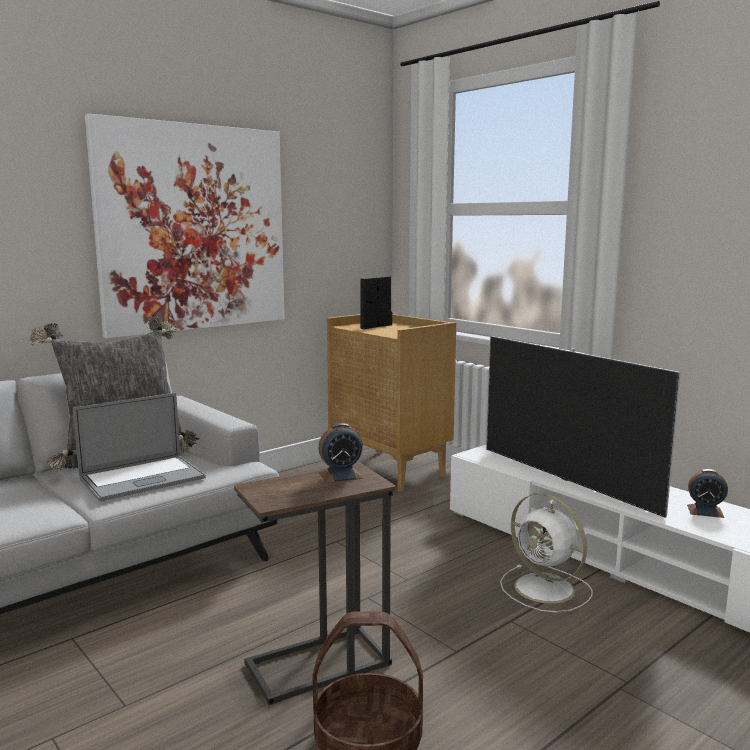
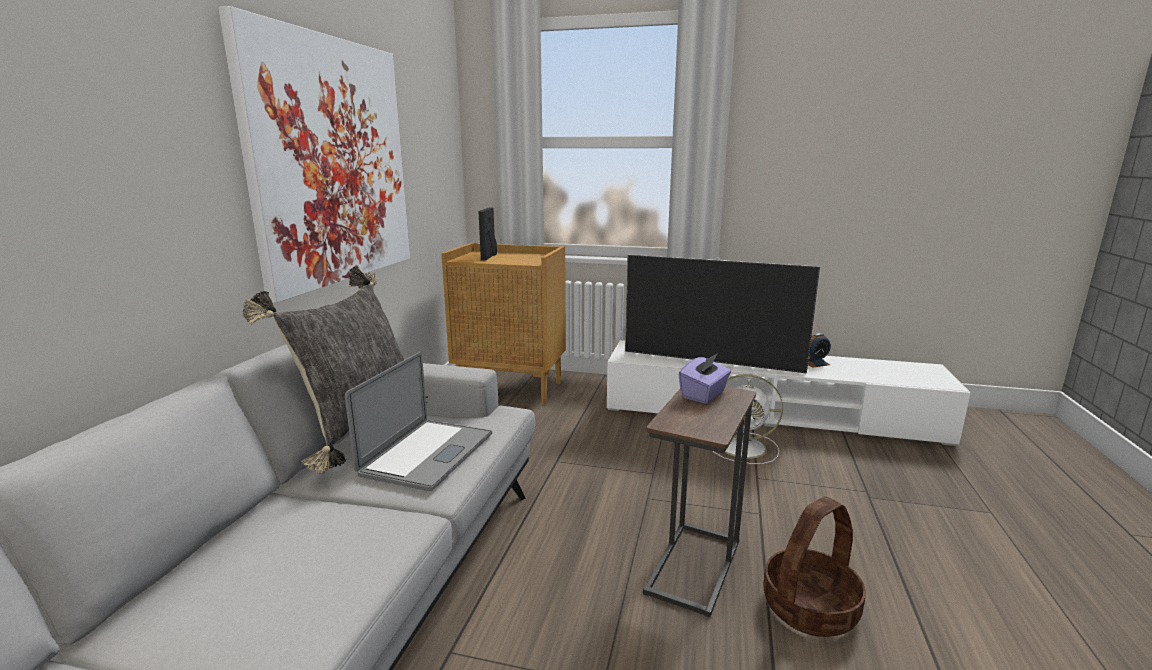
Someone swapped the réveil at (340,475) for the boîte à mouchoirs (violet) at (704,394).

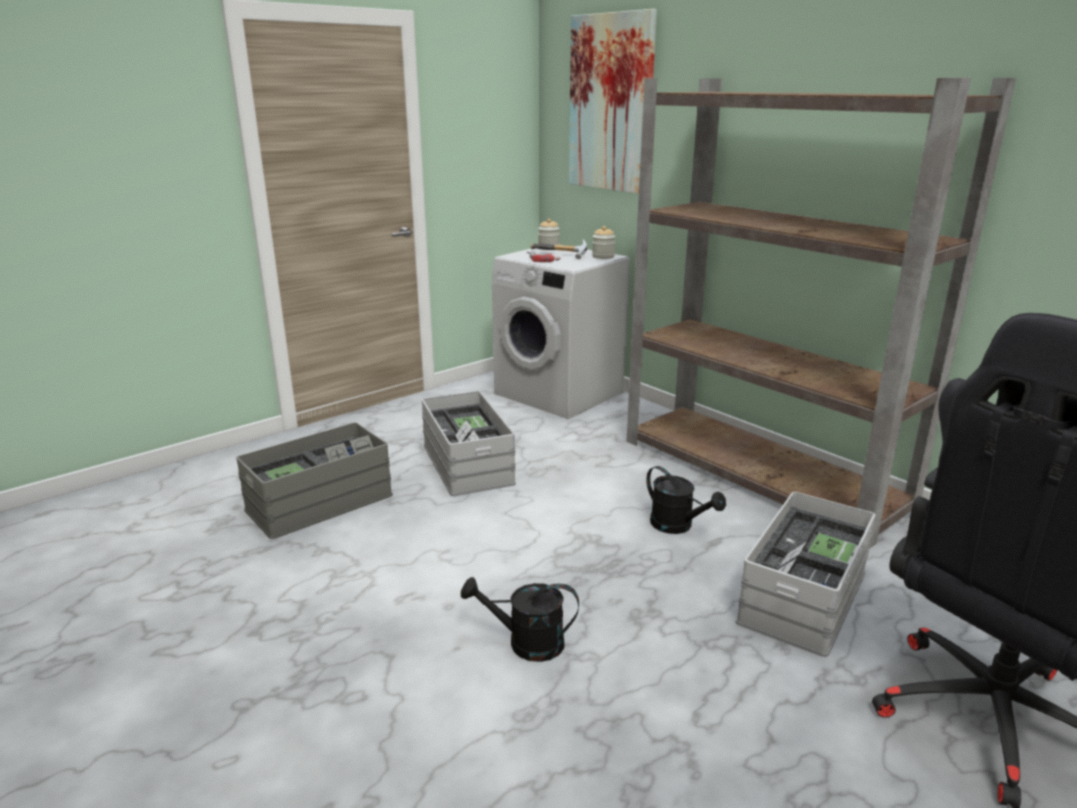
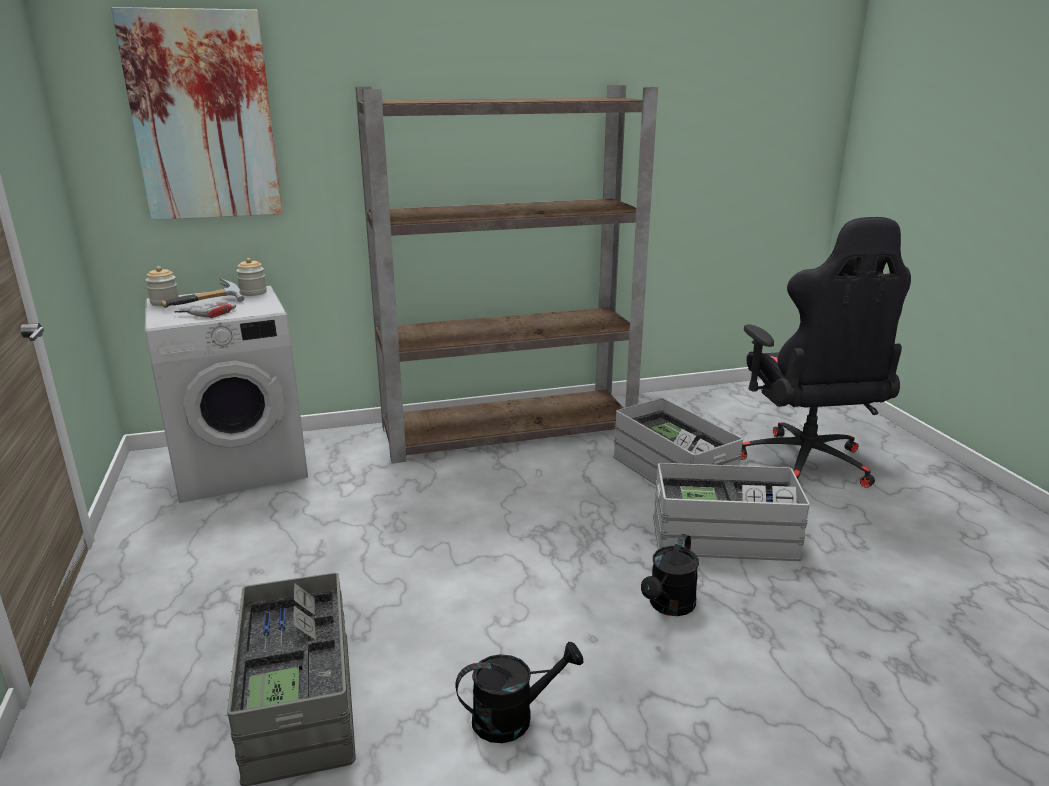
Someone carried the boîte de rangement (gris) from (469,463) to (724,535). Someone carried the arrosoir (noir) from (678,526) to (513,717).

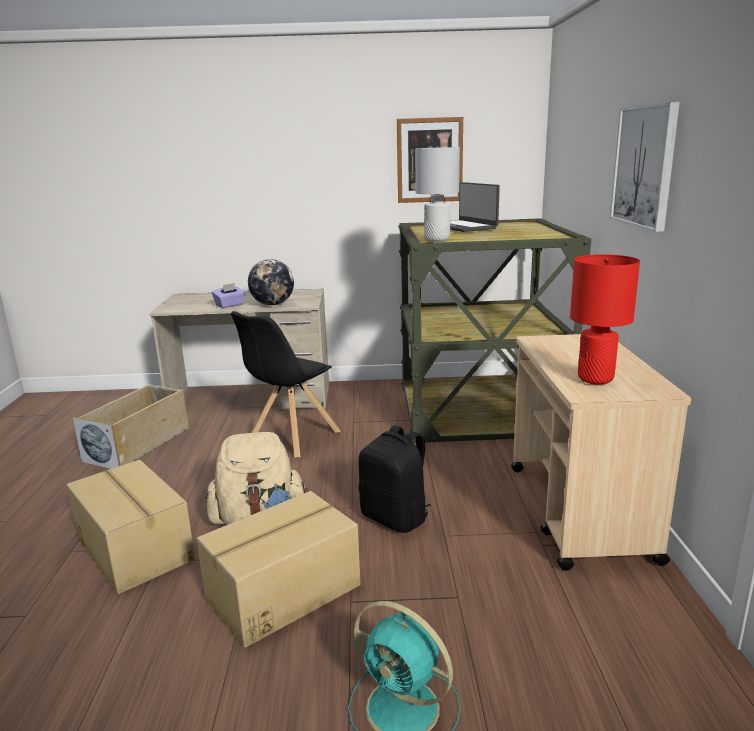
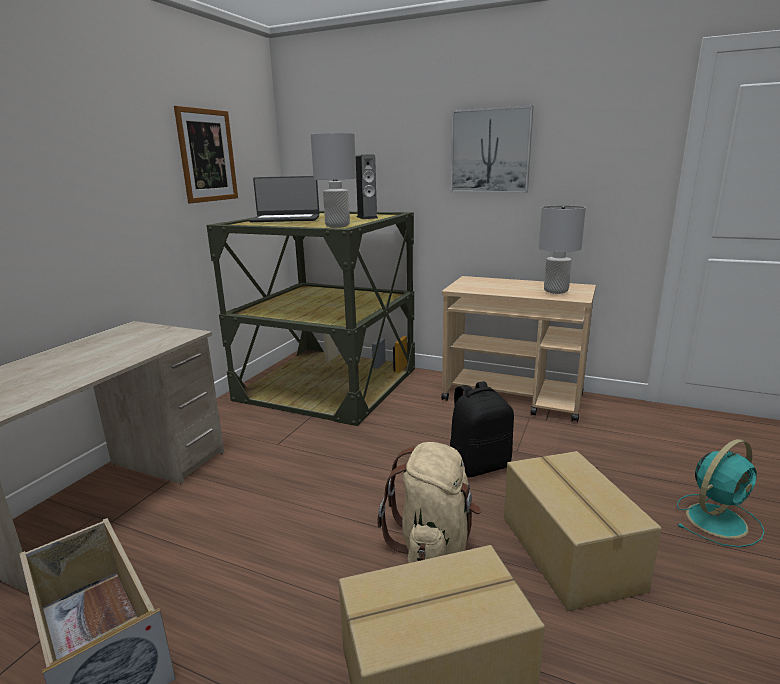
Someone took away the boîte à mouchoirs (violet) at (230,305). Someone took away the chaise (noir) at (291,438). Someone took away the globe at (272,304). Someone put down the enceinte at (367,217). Someone repainted the lampe de table (rouge) at (596,381), which became the lampe de table (gris) at (555,292).

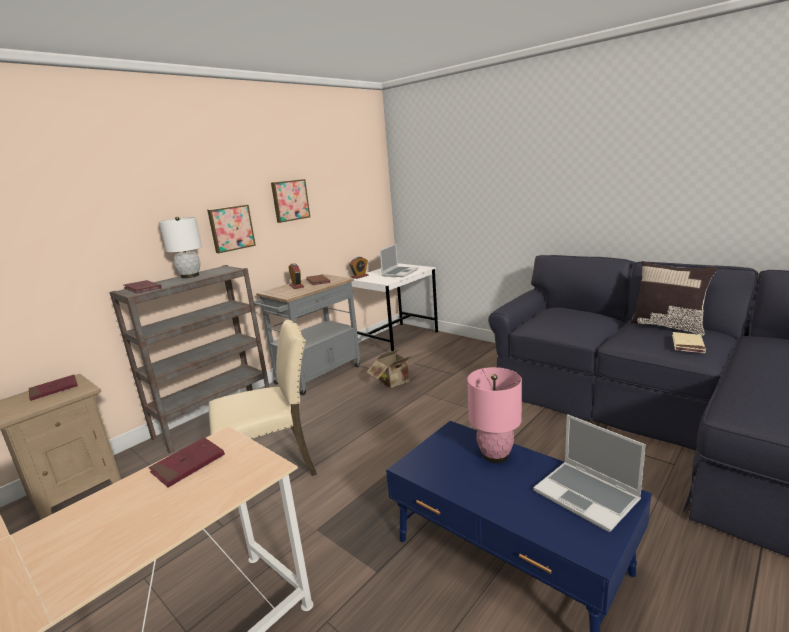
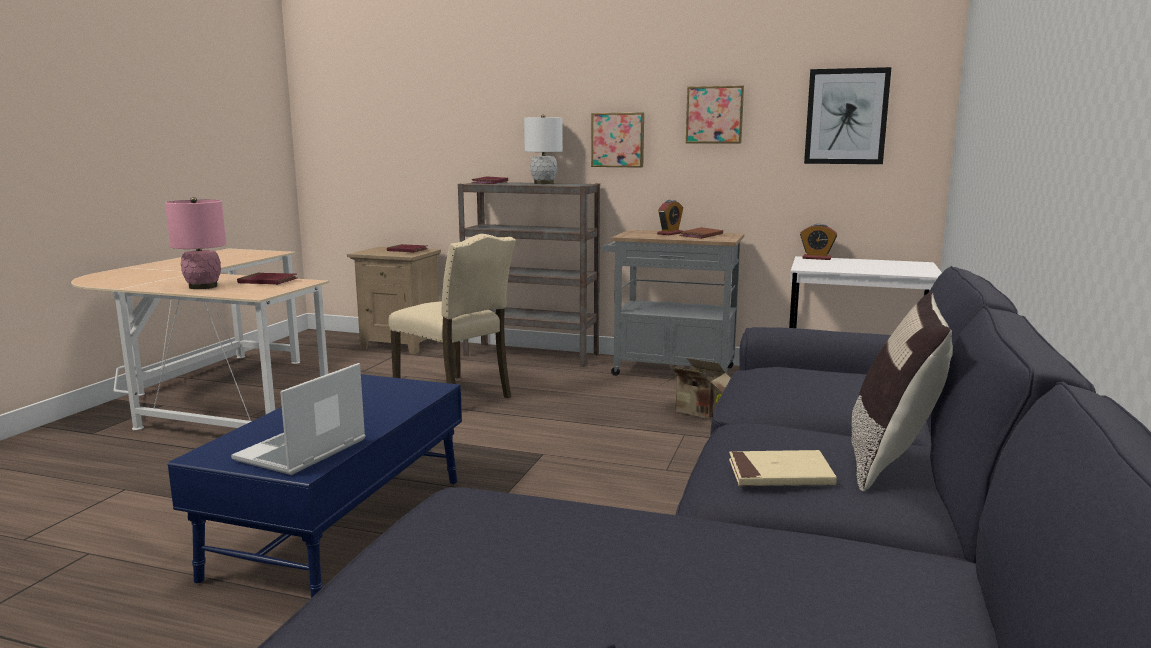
Someone took away the ordinateur portable at (399,272). Someone put up the tableau at (846,116). Someone carried the lampe de table (rose) from (495,455) to (203,287).

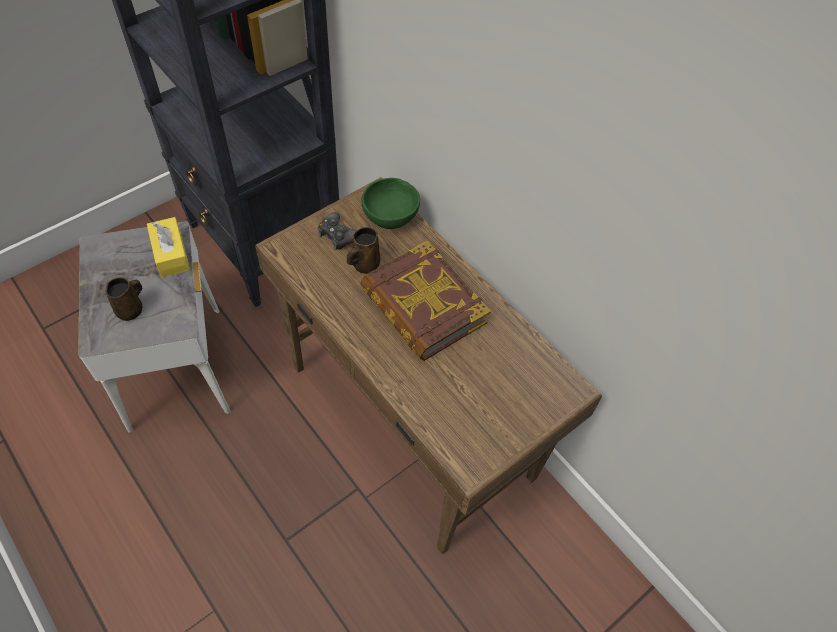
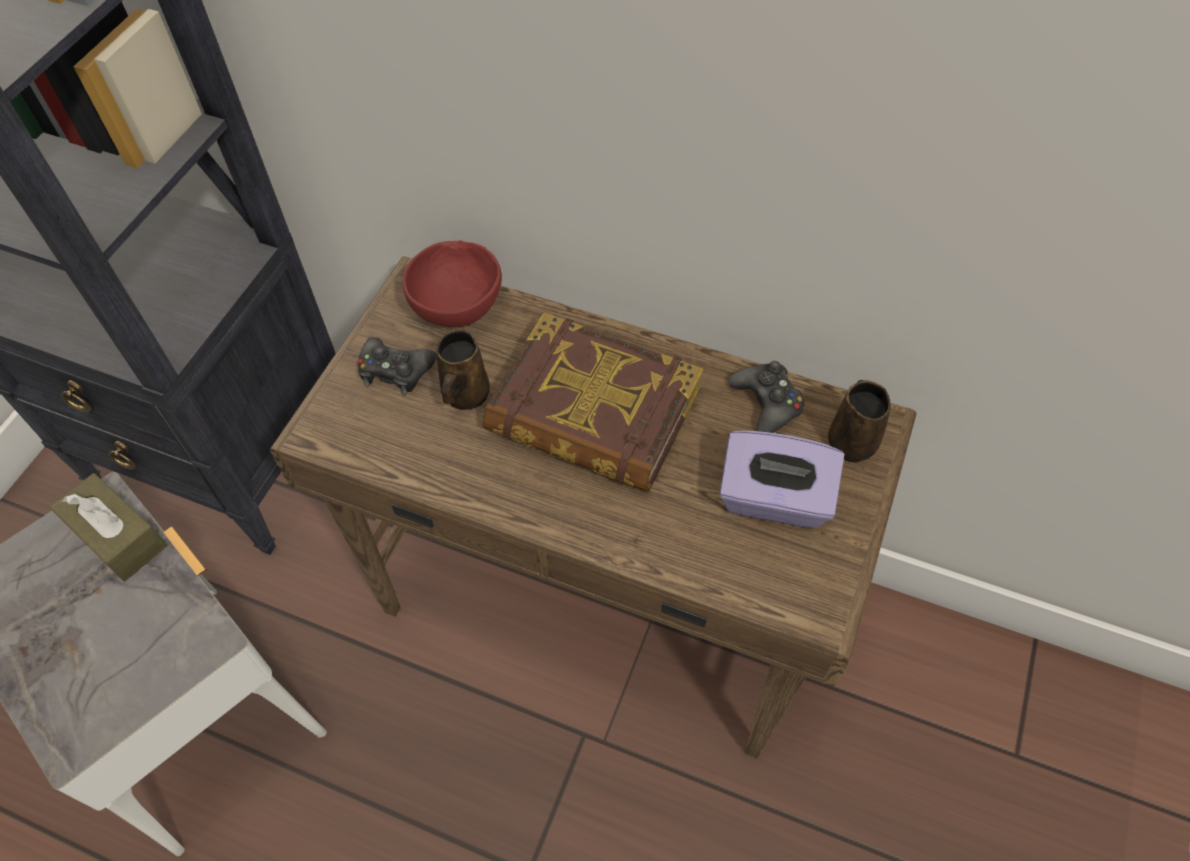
Someone put down the boîte à mouchoirs (violet) at (774,500). Someone put down the manette (noir) at (767,403). Someone carried the mug (marron) from (131,310) to (851,441). Someone repainted the boîte à mouchoirs (jaune) at (171,254), which became the boîte à mouchoirs (marron) at (118,536). Someone repainted the bol (vert) at (391,218), which became the bol (rouge) at (459,308).

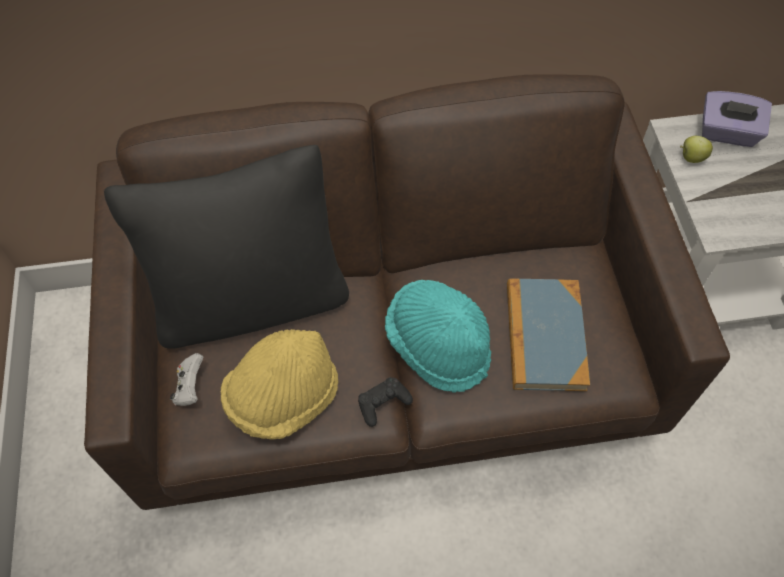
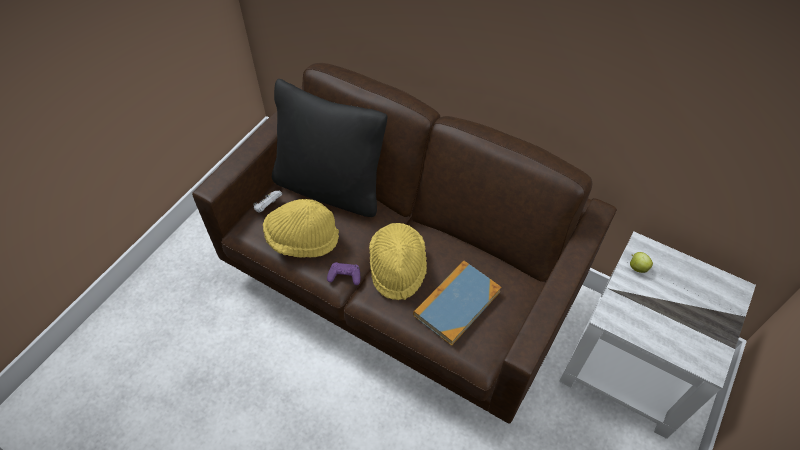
Someone took away the boîte à mouchoirs (violet) at (727,133). Someone repainted the manette (noir) at (383,403), which became the manette (violet) at (345,276). Someone repainted the chapeau (turquoise) at (438,345), which became the chapeau (jaune) at (397,268).

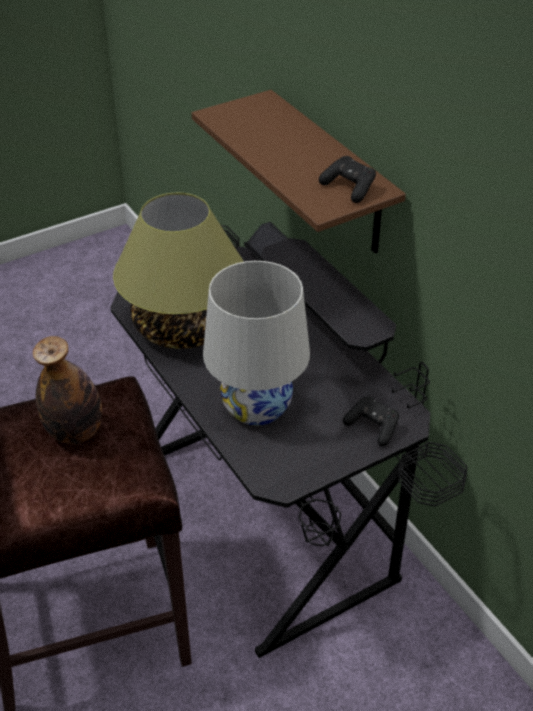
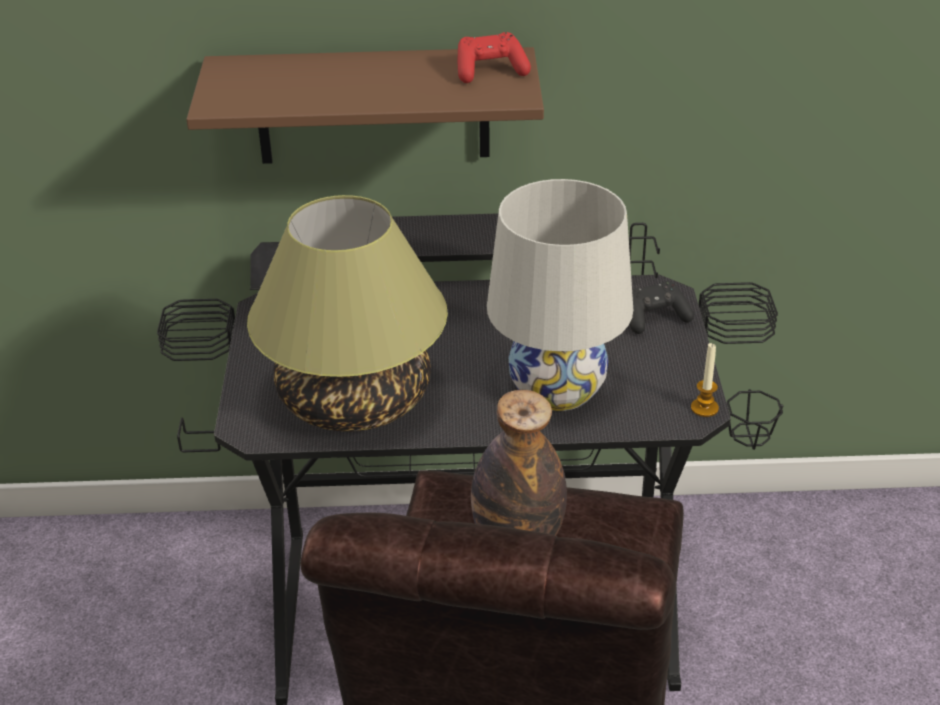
Someone put down the bougie at (704,408). Someone repainted the manette (noir) at (349,188), which became the manette (rouge) at (490,71).

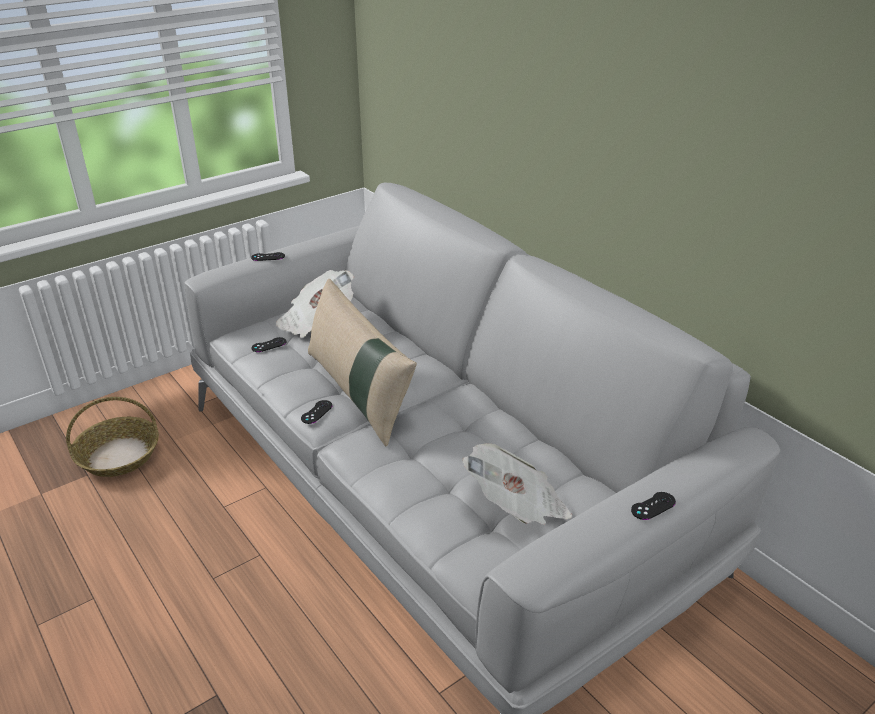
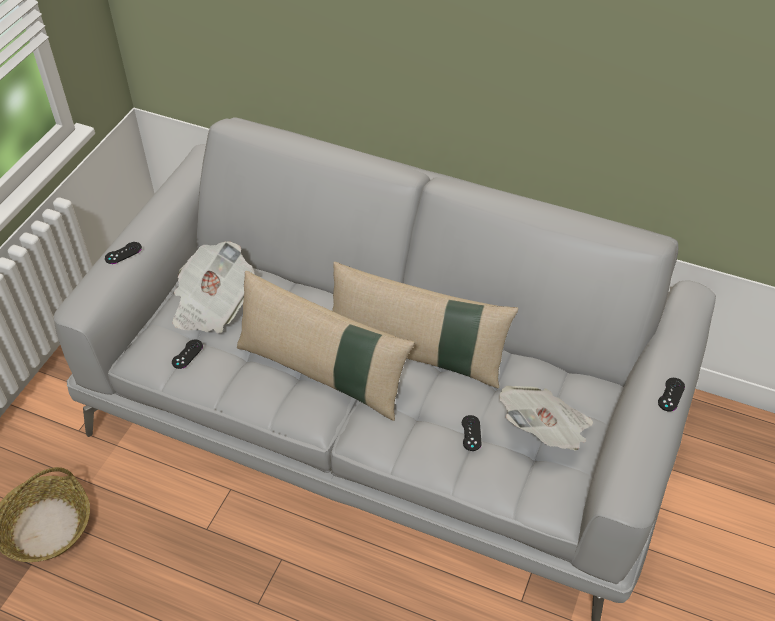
Someone put down the coussin (beige) at (417,353). Someone carried the manette (noir) from (316,412) to (471,433).

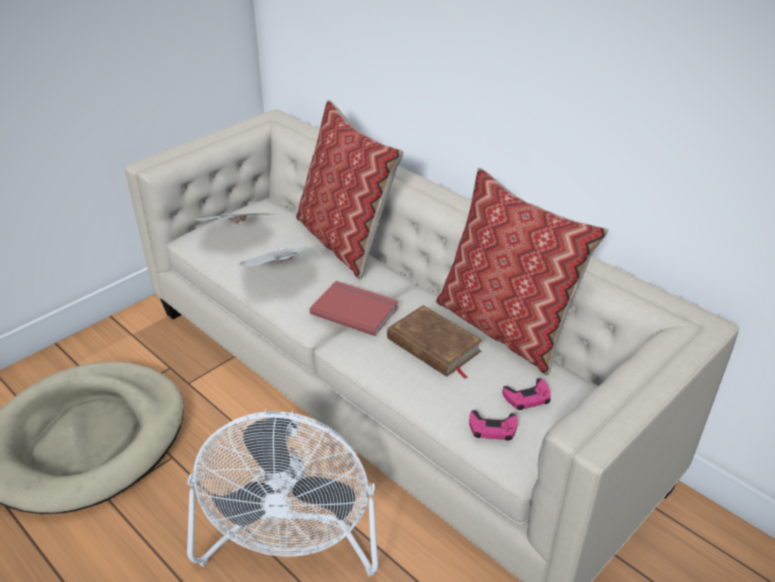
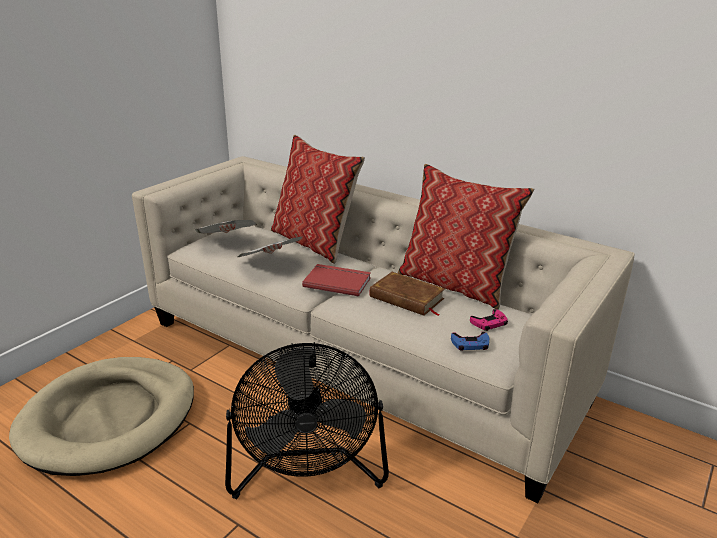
Someone repainted the ventilateur (blanc) at (285,538), which became the ventilateur (noir) at (302,469). Someone repainted the manette (rose) at (492,429), which became the manette (bleu) at (470,344).

